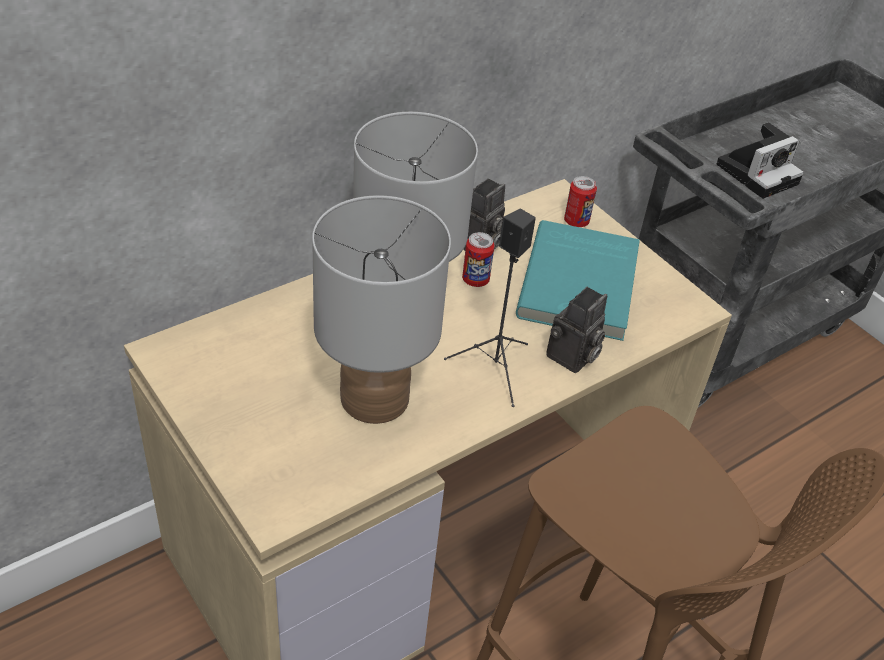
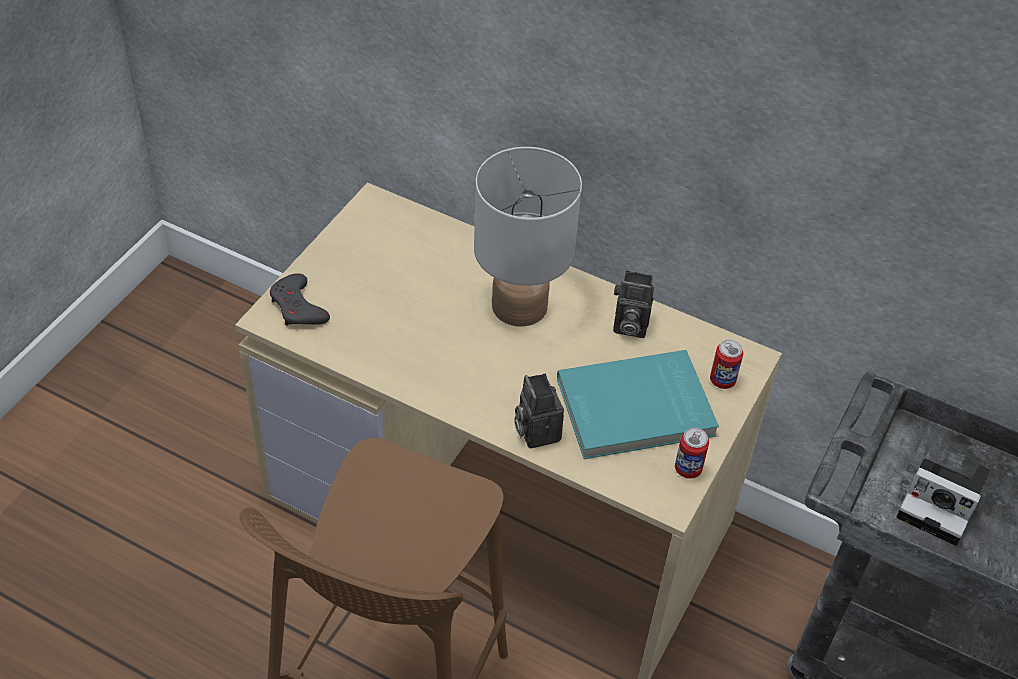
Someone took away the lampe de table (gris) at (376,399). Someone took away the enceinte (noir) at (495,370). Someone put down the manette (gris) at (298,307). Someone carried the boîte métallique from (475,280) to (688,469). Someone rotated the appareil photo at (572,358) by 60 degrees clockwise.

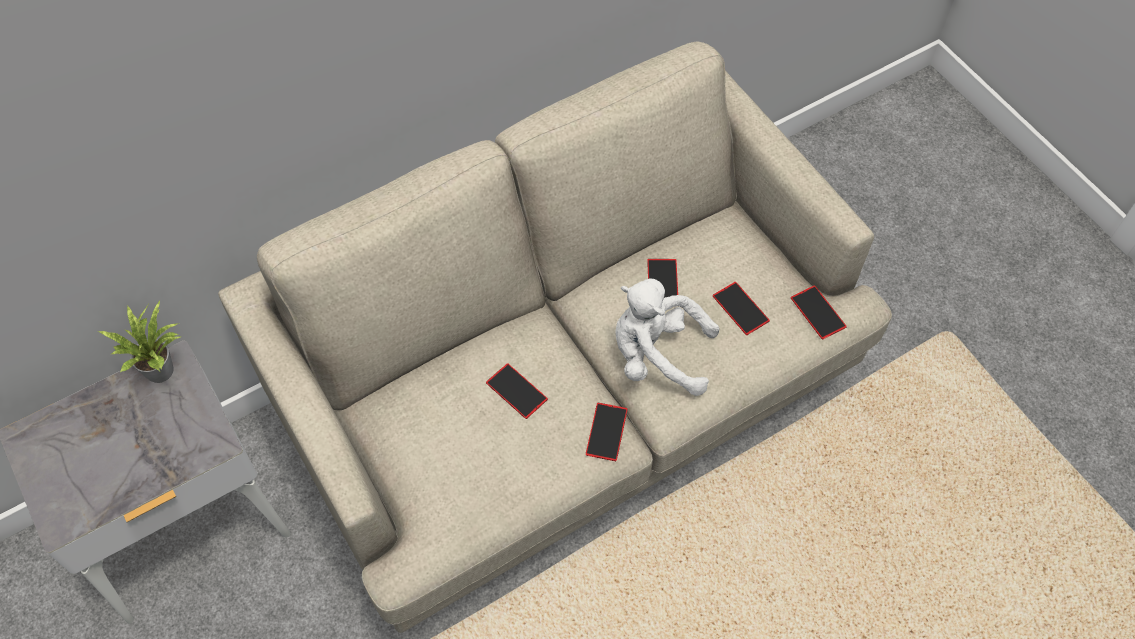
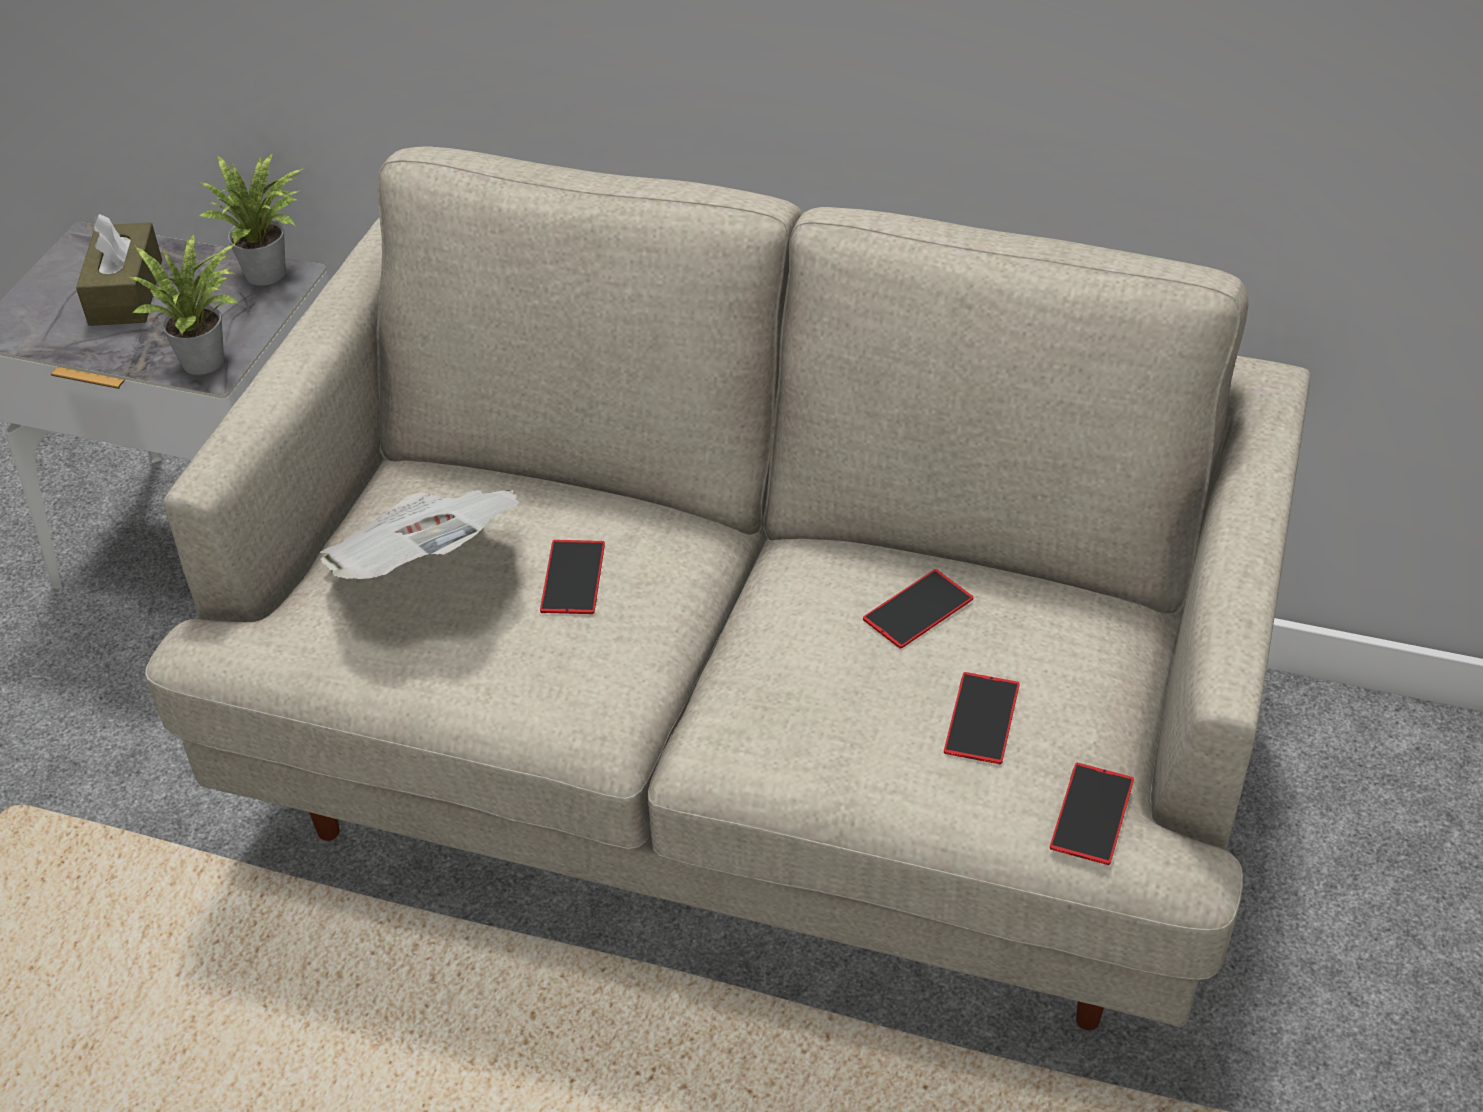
Someone took away the téléphone at (606,431). Someone took away the peluche (blanc) at (657,355). Someone put down the boîte à mouchoirs (marron) at (126,292). Someone put down the plante en pot at (209,360). Someone put down the journal at (425,568).

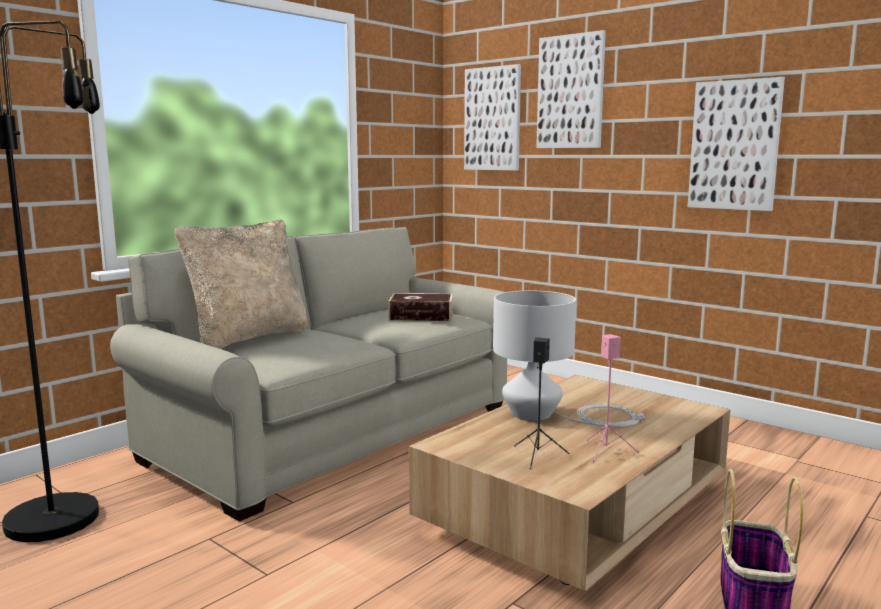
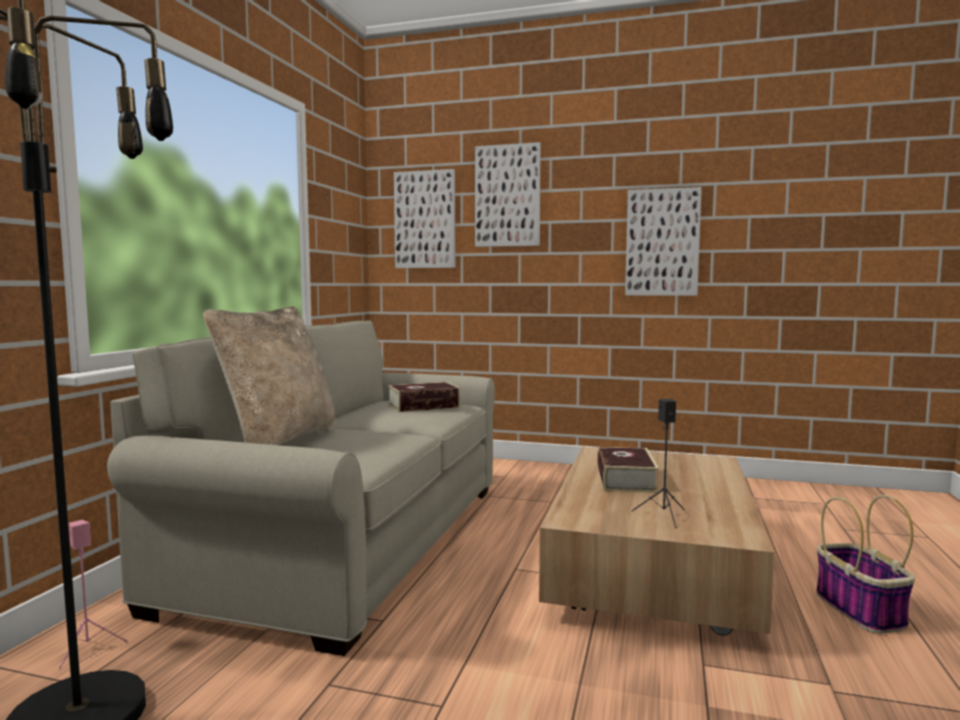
Someone carried the enceinte (rose) from (606,451) to (89,648). Someone swapped the lampe de table (gris) at (561,415) for the livre at (625,479).

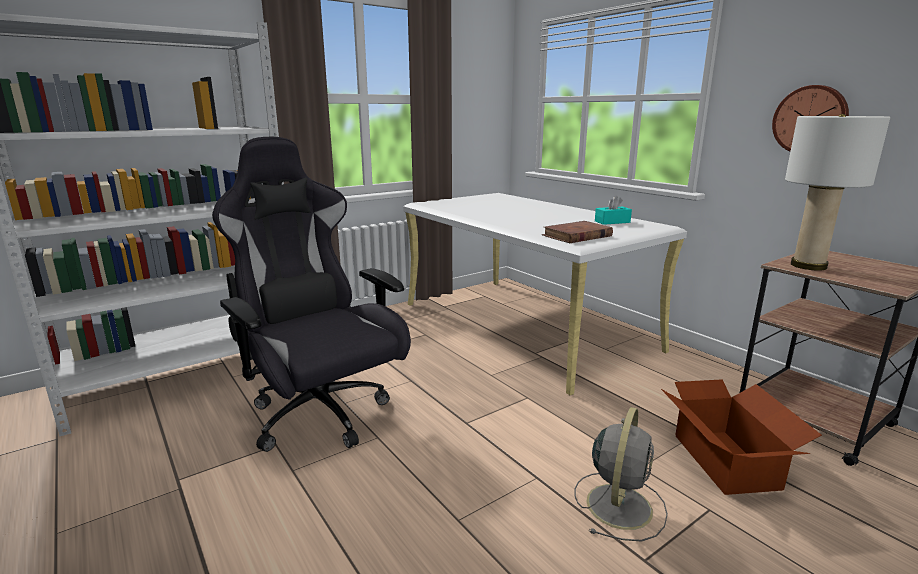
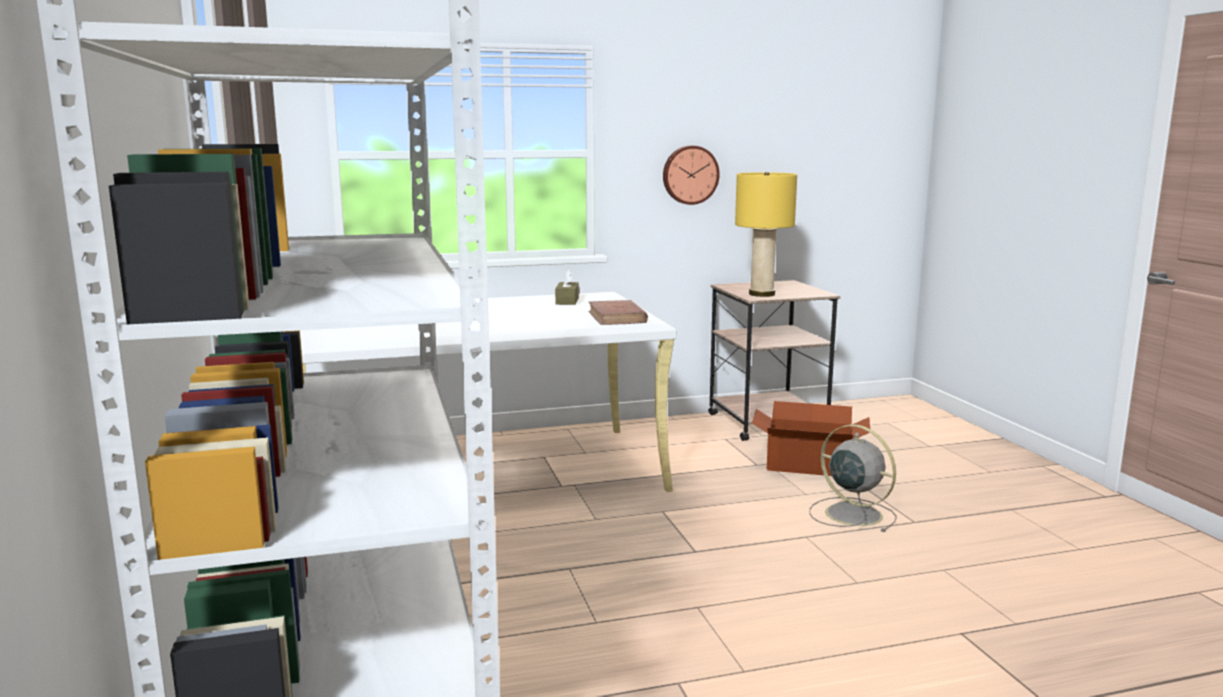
Someone took away the chaise de bureau (noir) at (324,419). Someone repainted the boîte à mouchoirs (turquoise) at (612,222), which became the boîte à mouchoirs (marron) at (567,301). Someone repainted the lampe de table (blanc) at (808,266), which became the lampe de table (jaune) at (762,294).

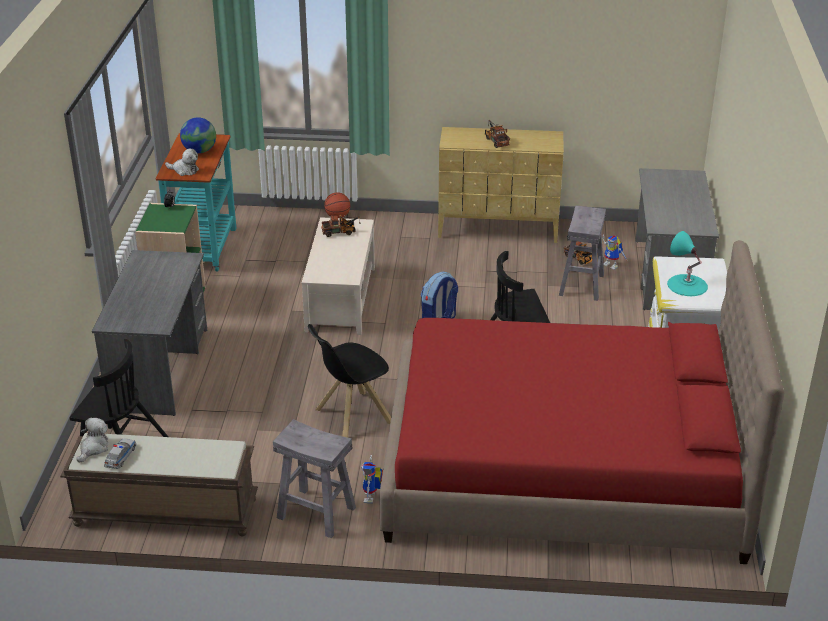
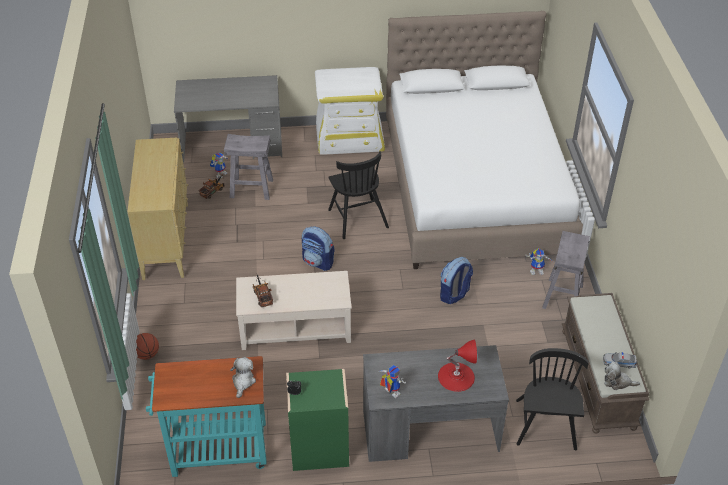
Someone took away the globe at (199,151). Someone took away the camion jouet at (496,141). Someone took away the lampe de table (turquoise) at (687,285). Someone put down the robot jouet at (389,392). Someone put down the lampe de table (rouge) at (456,376). Someone swapped the chaise (noir) at (351,416) for the sac à dos at (454,294). Someone repainted the lit (rouge) at (563,470), which became the lit (blanc) at (475,186).

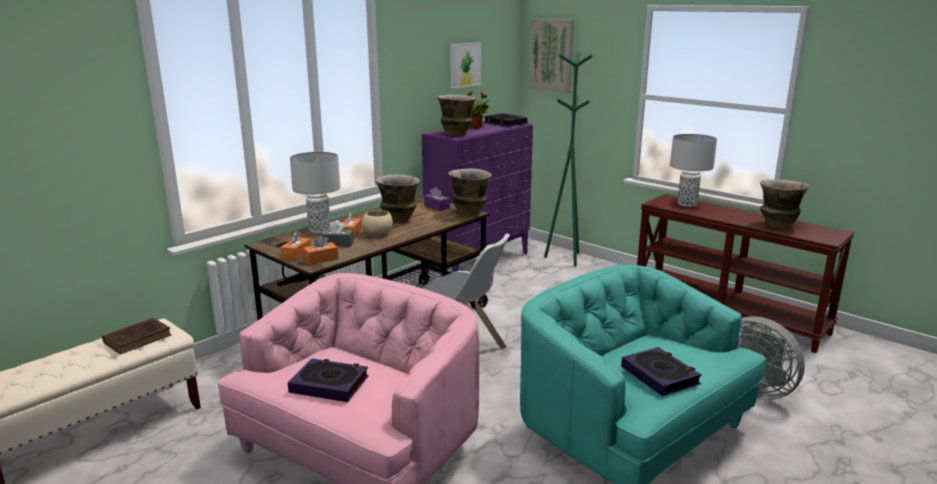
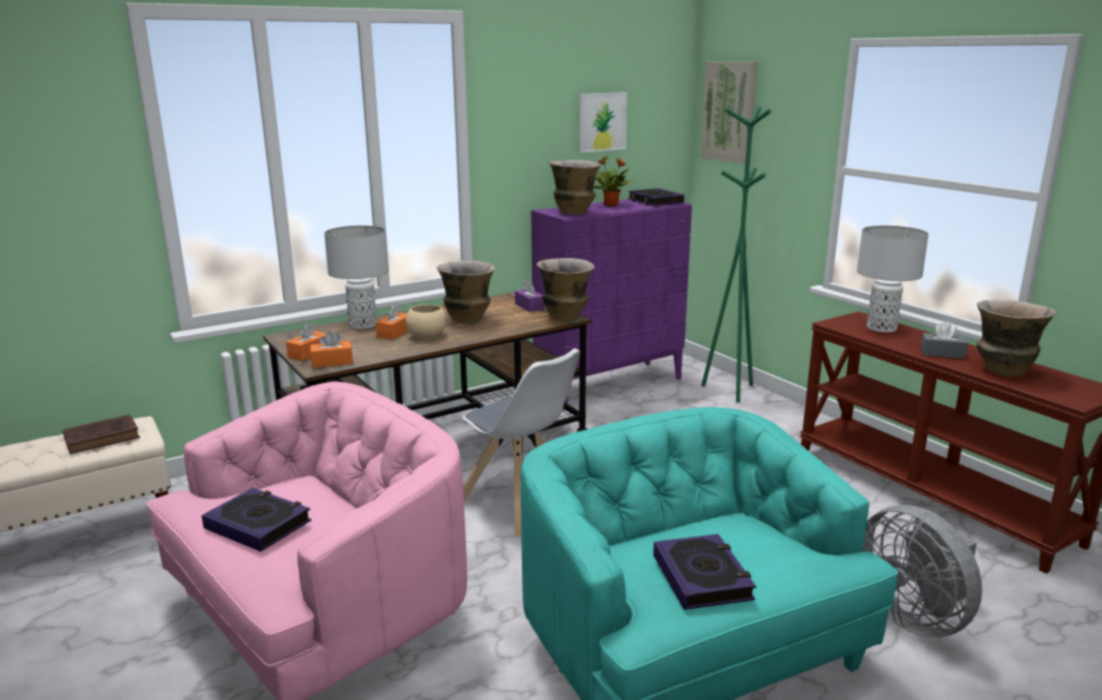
Someone carried the boîte à mouchoirs (gris) from (337,244) to (942,353).

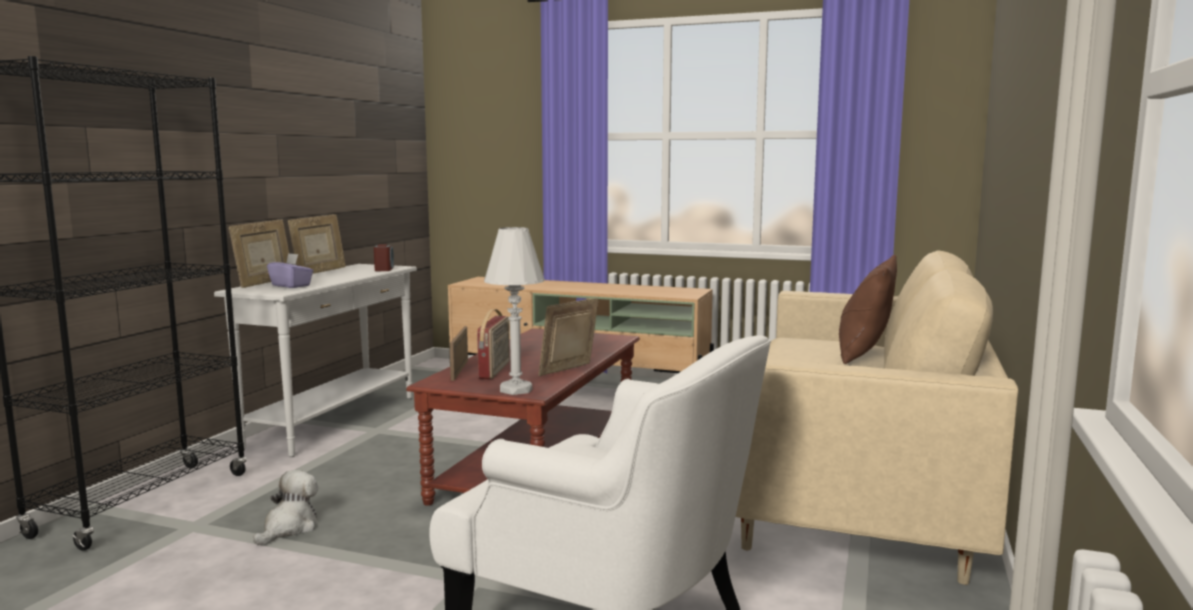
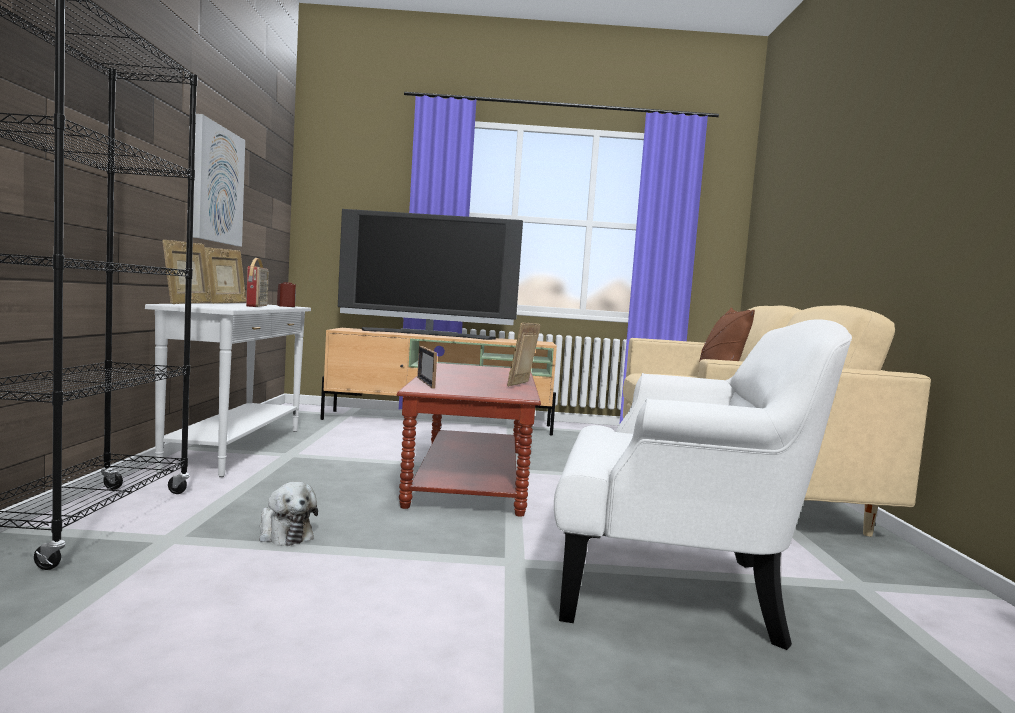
Someone took away the boîte à mouchoirs (violet) at (291,285). Someone took away the lampe de table (blanc) at (516,390). Someone put up the tableau at (217,185). Someone put down the téléviseur at (428,334). Someone carried the radio from (495,370) to (257,306). Someone rotated the peluche at (289,528) by 135 degrees clockwise.

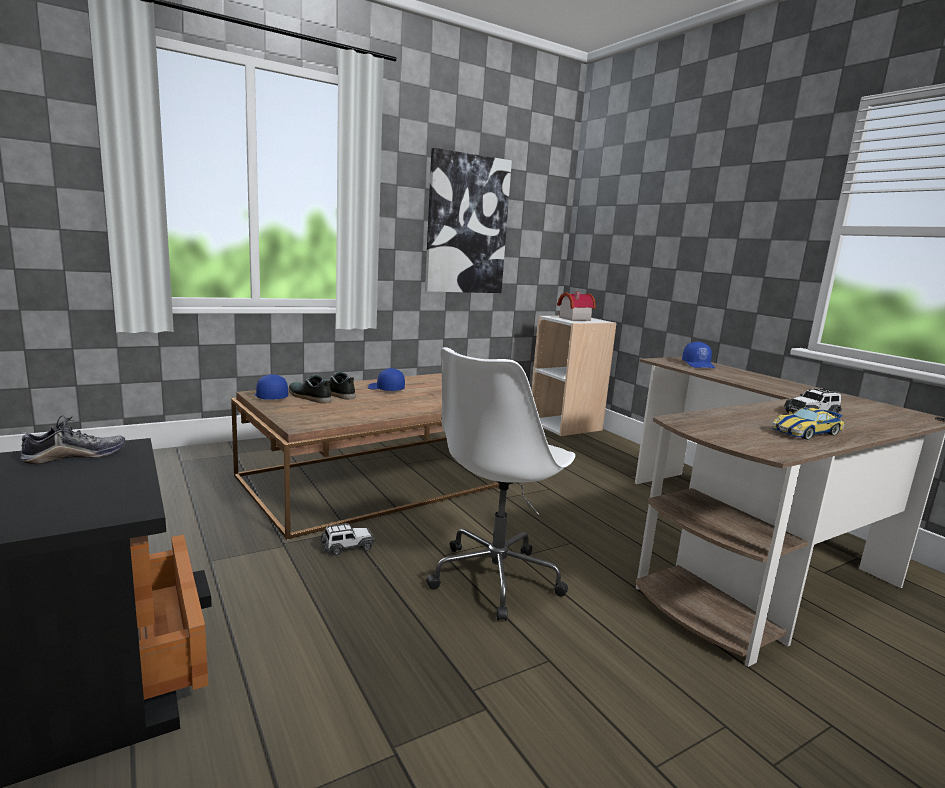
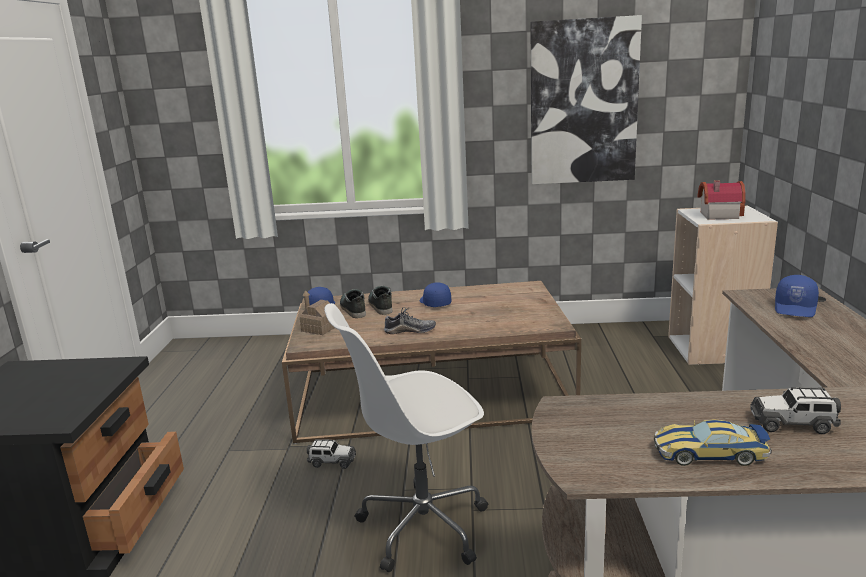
Someone put down the maison miniature at (320,328). Someone carried the chaussure from (75,456) to (410,331).

